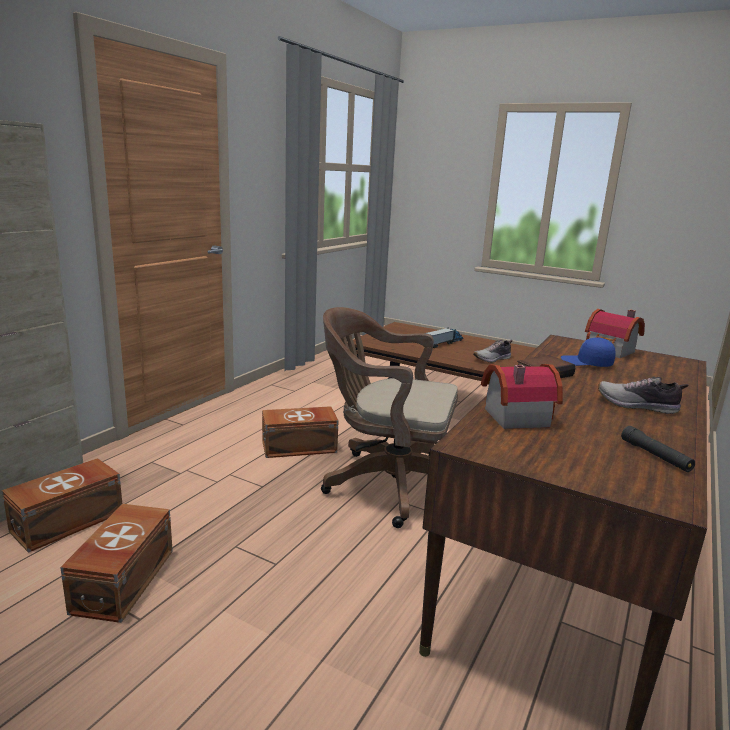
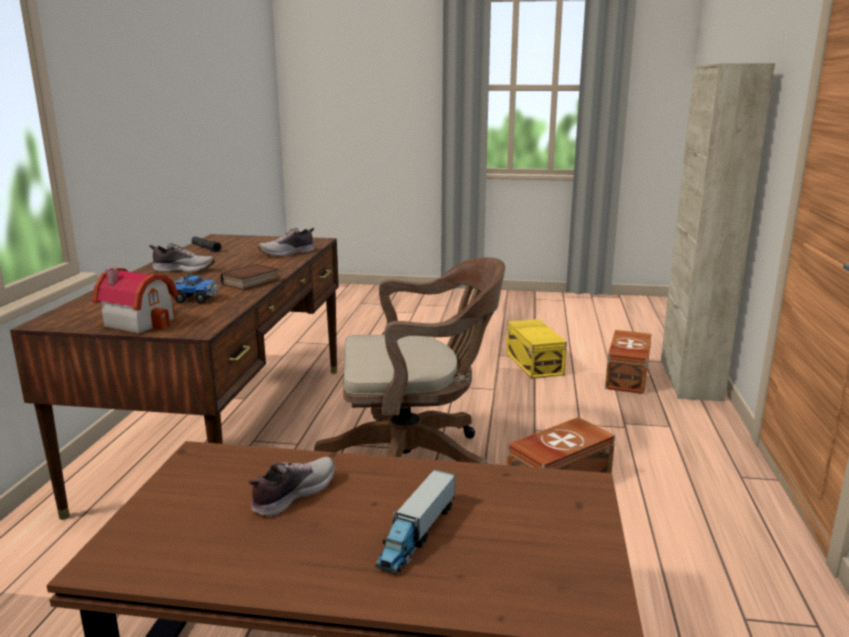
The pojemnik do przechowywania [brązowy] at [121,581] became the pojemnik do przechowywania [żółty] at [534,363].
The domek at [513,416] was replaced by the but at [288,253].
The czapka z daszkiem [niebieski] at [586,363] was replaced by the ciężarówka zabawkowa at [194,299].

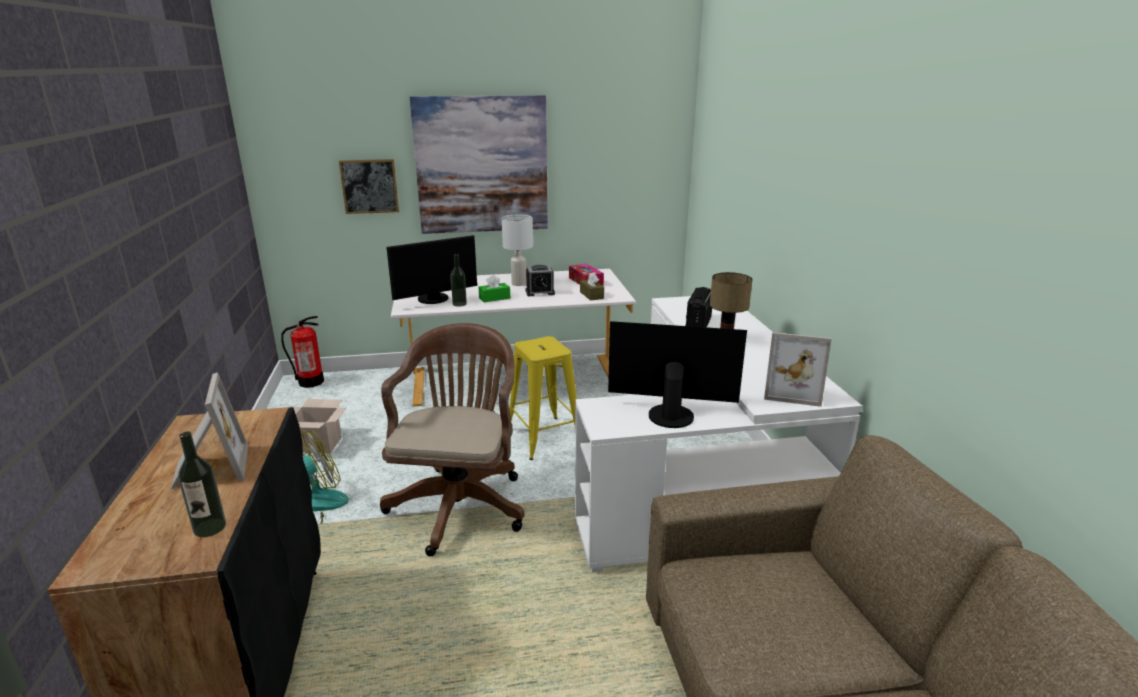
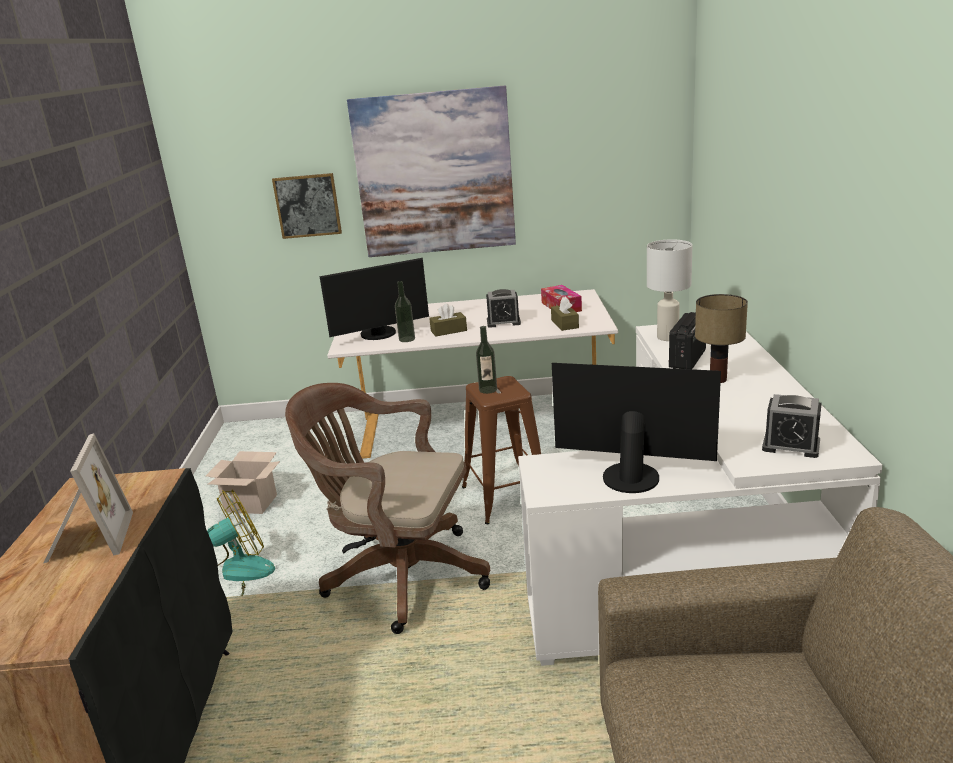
The butelka moved from [210,527] to [488,389].
The gaśnica at [310,382] disappeared.
The krzesło biurowe [brązowy] at [460,503] turned 90 degrees counterclockwise.
The pudełko chusteczek [zielony] at [494,298] became the pudełko chusteczek [brązowy] at [448,331].
The lampa stołowa [biały] moved from [519,284] to [668,337].
The stołek [żółty] at [544,437] became the stołek [brązowy] at [505,497].
The ramka na zdjęcie at [792,391] was replaced by the budzik at [791,446].

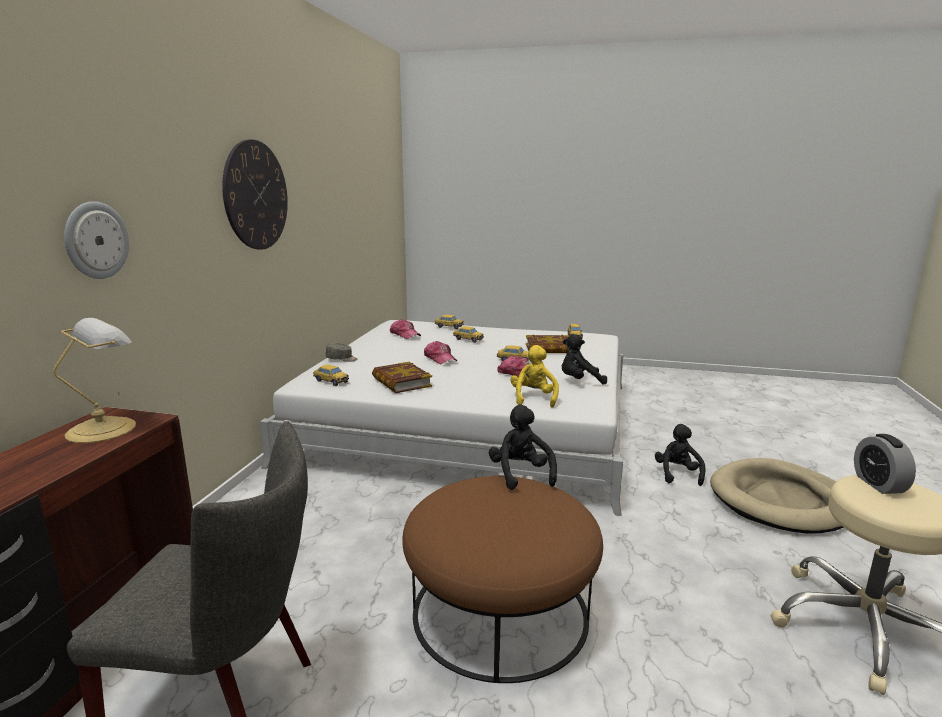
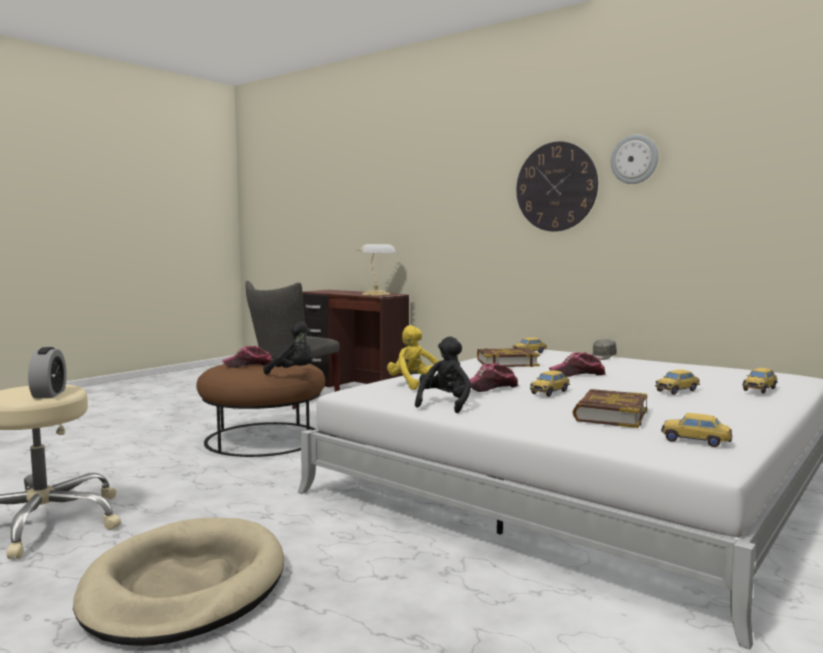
The zegar ścienny moved from [96,240] to [634,159].
The czapka z daszkiem moved from [405,335] to [248,365].
The pluszak [żółty] at [533,398] turned 150 degrees counterclockwise.
The pluszak [czarny] at [677,474] disappeared.
The budzik at [878,484] turned 60 degrees clockwise.

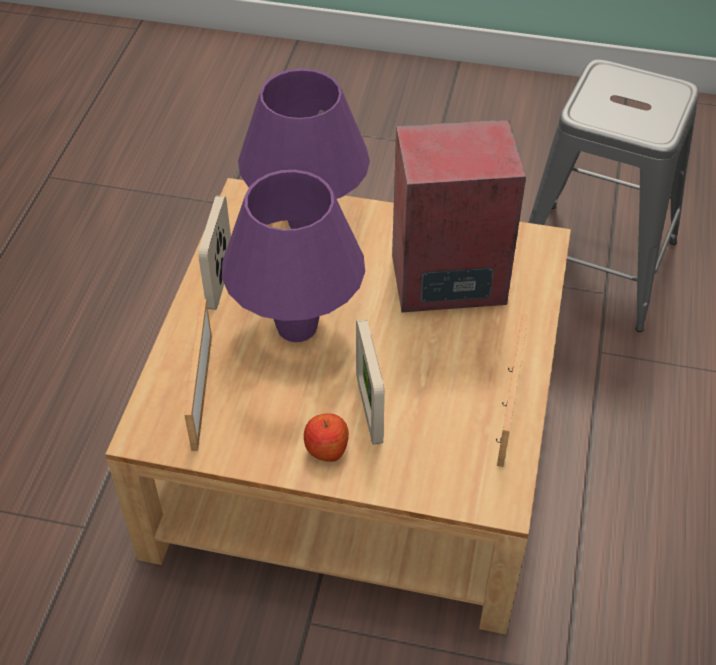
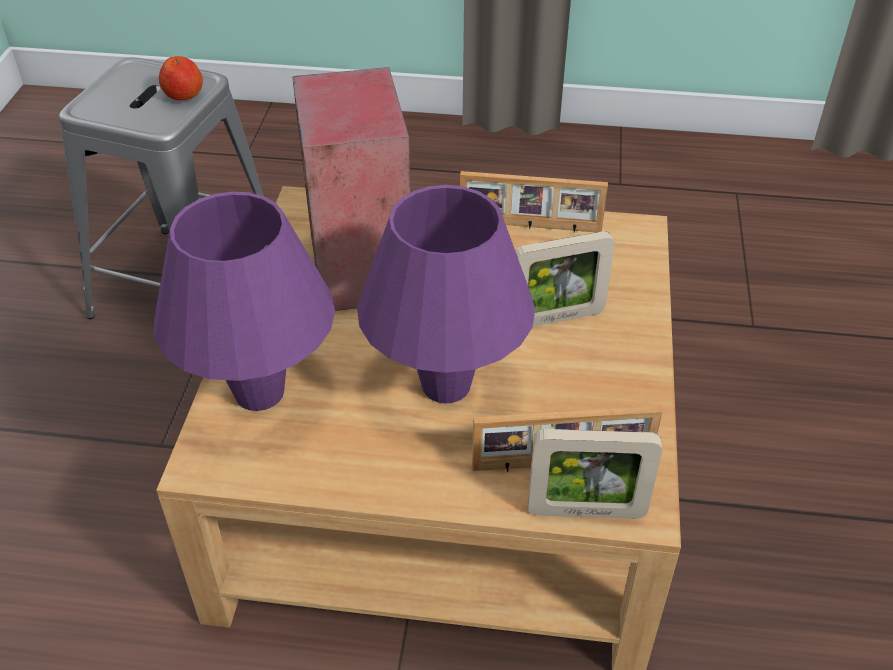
The ramka na zdjęcie moved from [220,282] to [586,511].
The jabłko moved from [326,448] to [183,95].

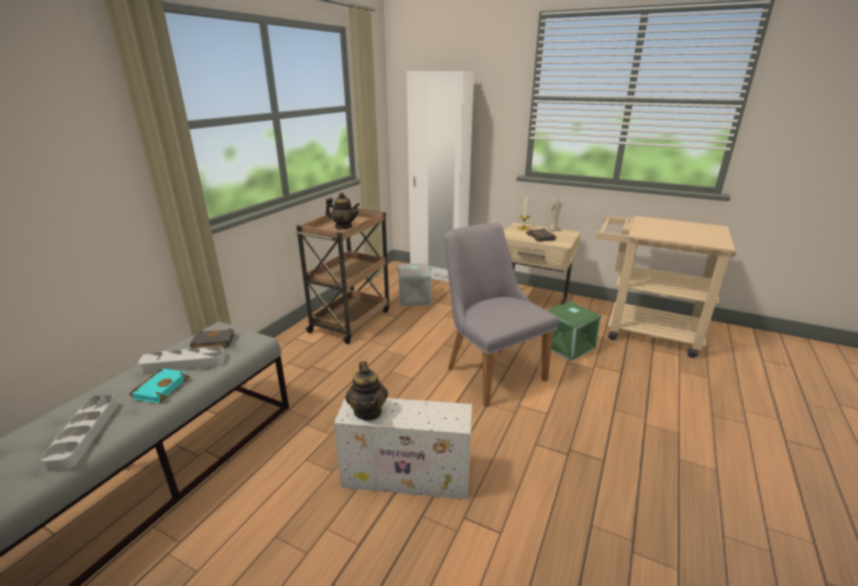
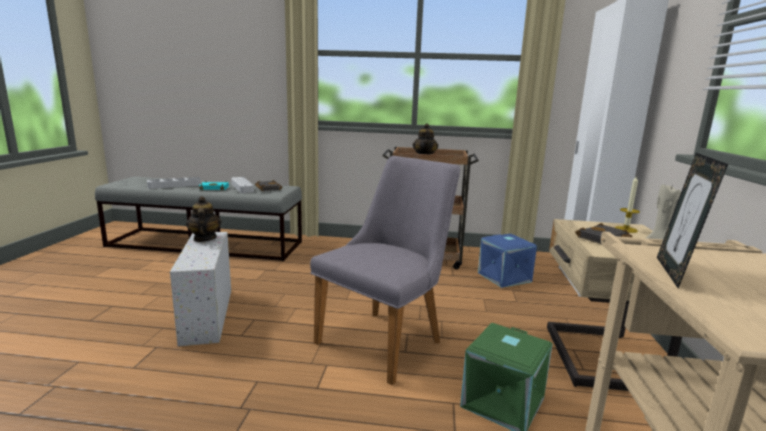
The imbryk at [368,411] turned 105 degrees clockwise.
The pojemnik do przechowywania [szary] at [414,298] became the pojemnik do przechowywania [niebieski] at [503,277].
The ramka na zdjęcie at [674,272] appeared.

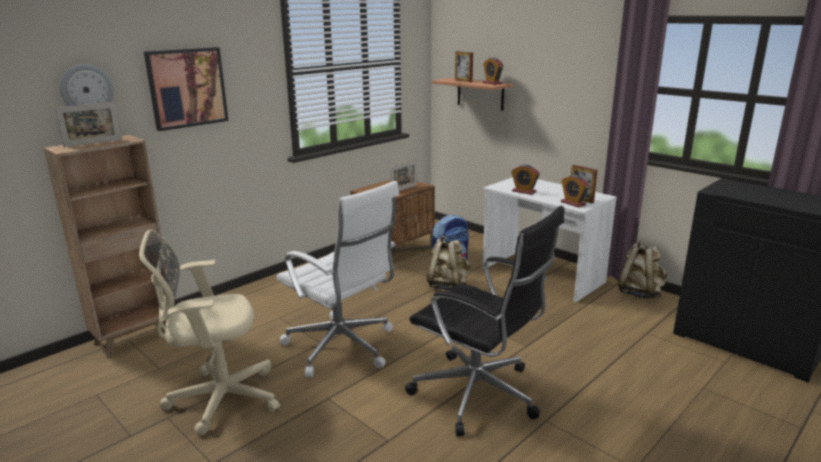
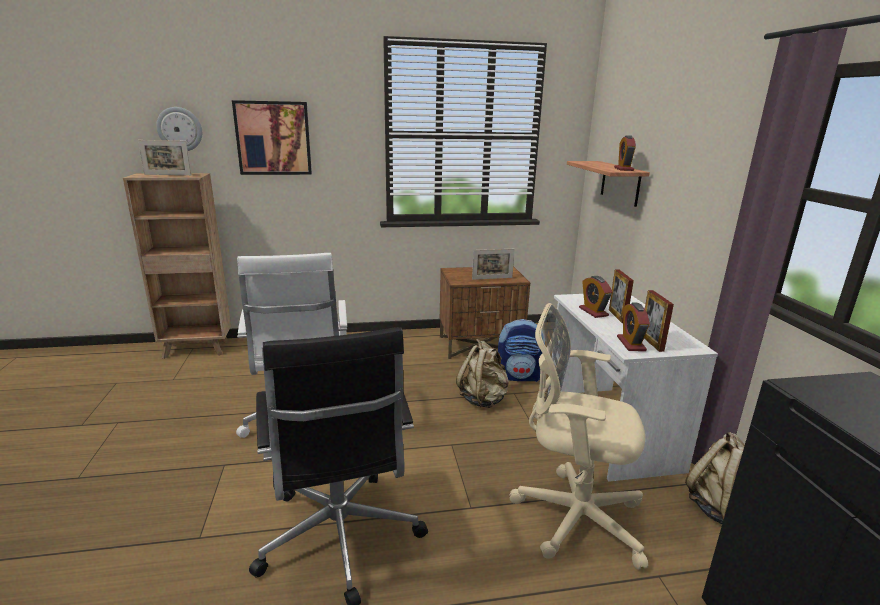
The krzesło biurowe [beżowy] moved from [218,399] to [572,516].
The ramka na zdjęcie moved from [463,81] to [617,316].

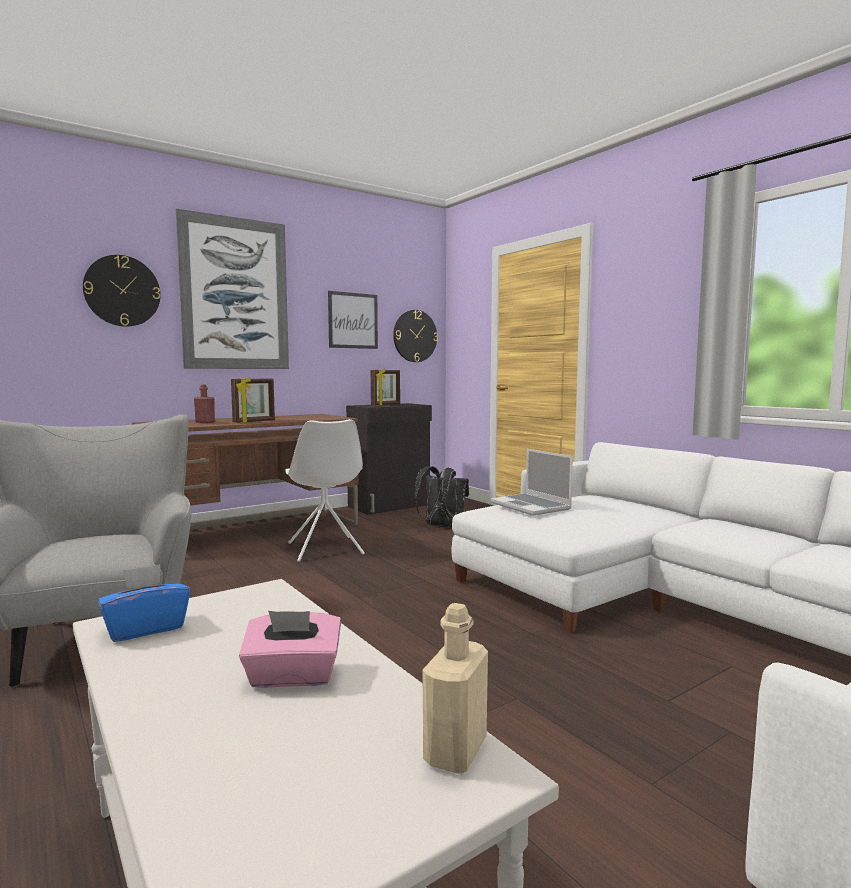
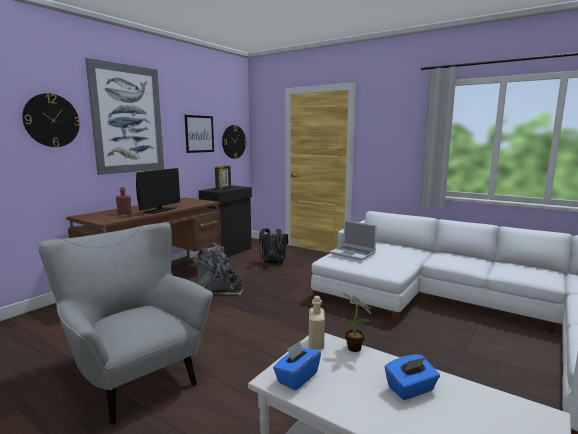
The ramka na zdjęcie at [254,422] was replaced by the monitor at [159,210].
The pudełko chusteczek [różowy] at [292,677] became the pudełko chusteczek [niebieski] at [411,389].
The krzesło [biały] at [325,549] was replaced by the plecak [szary] at [218,289].
The butelka [beżowy] moved from [455,751] to [316,343].
The roślina doniczkowa at [355,349] appeared.

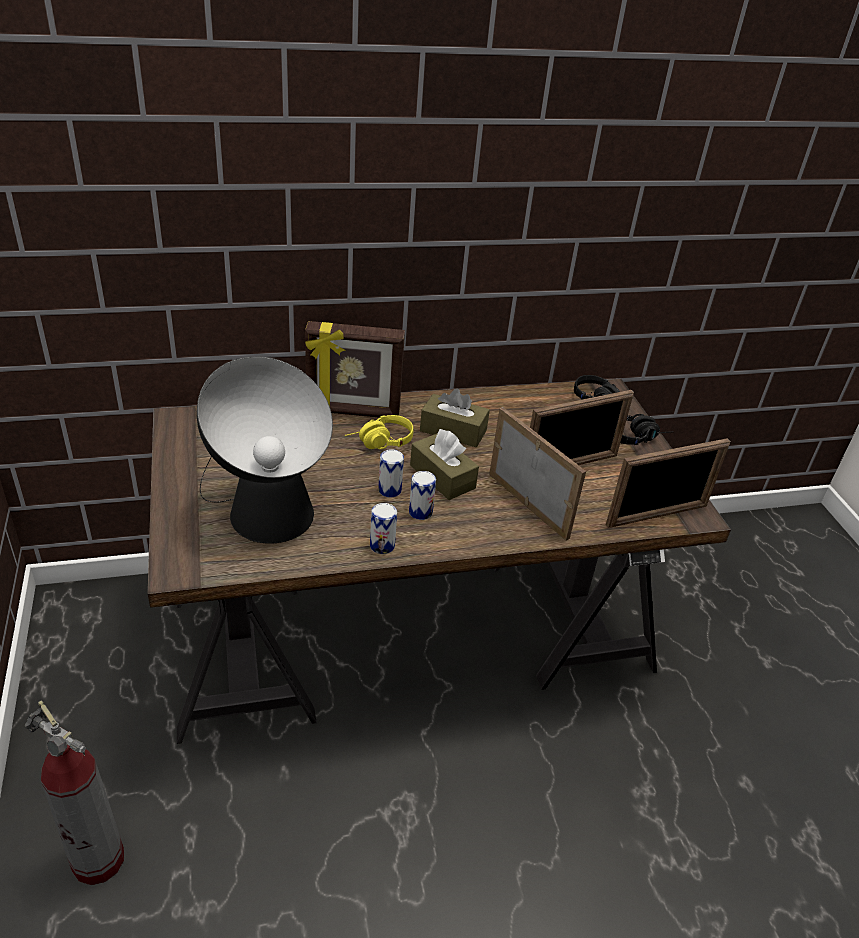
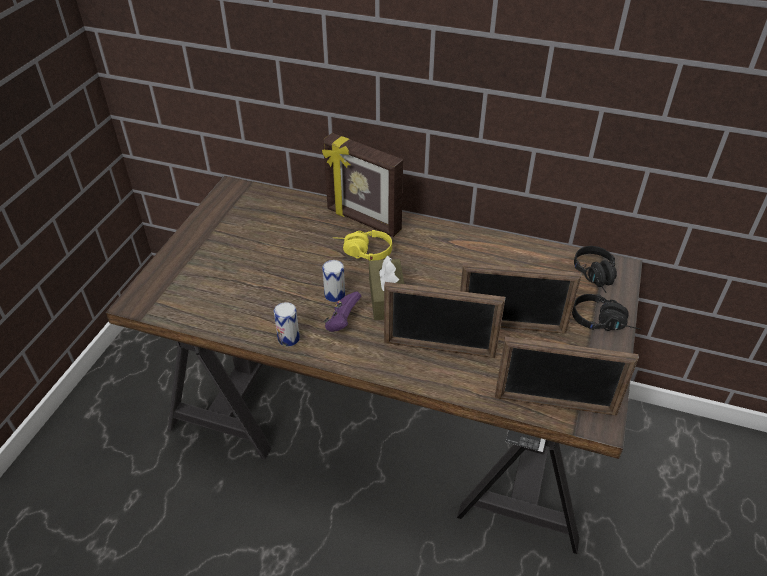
The gaśnica at [99,860] disappeared.
The lampa stołowa at [263,506] disappeared.
The puszka at [420,512] was replaced by the pad do gier [fioletowy] at [342,322].
The pudełko chusteczek [brązowy] at [453,431] disappeared.
The ramka na zdjęcie at [528,505] turned 105 degrees clockwise.

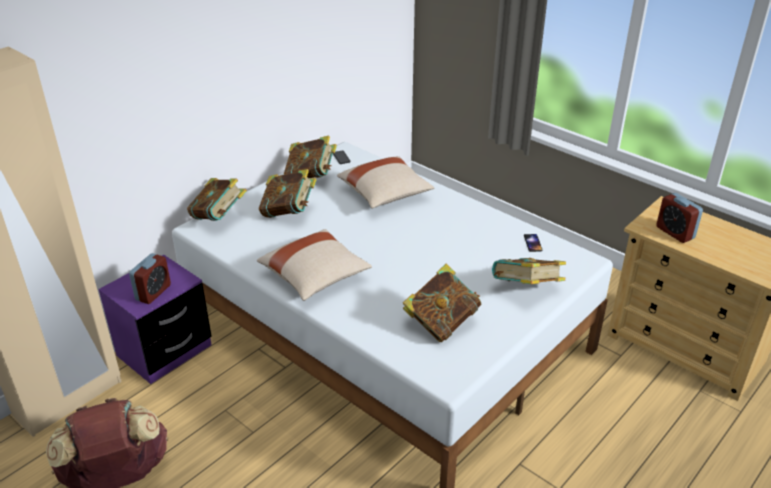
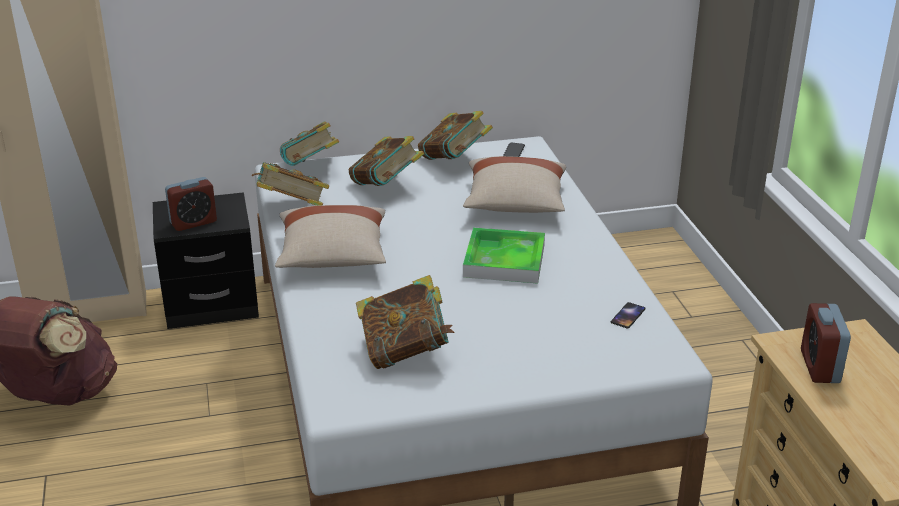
The szafka nocna [fioletowy] at [165,351] became the szafka nocna [czarny] at [211,305].
The książka moved from [525,290] to [292,209].
The taca at [504,261] appeared.

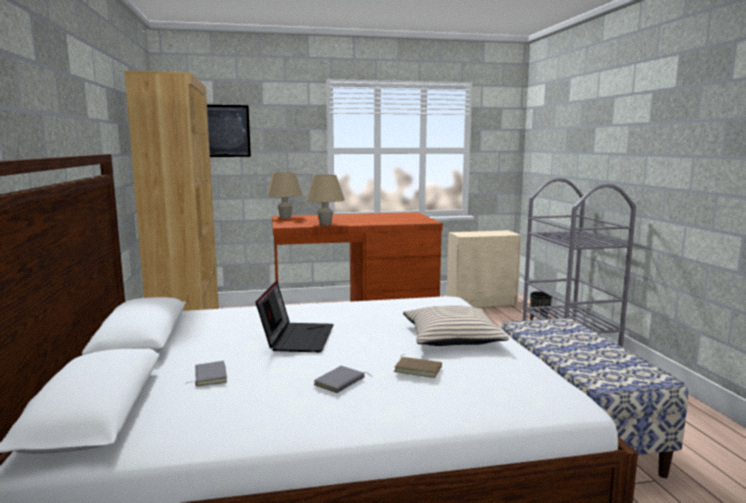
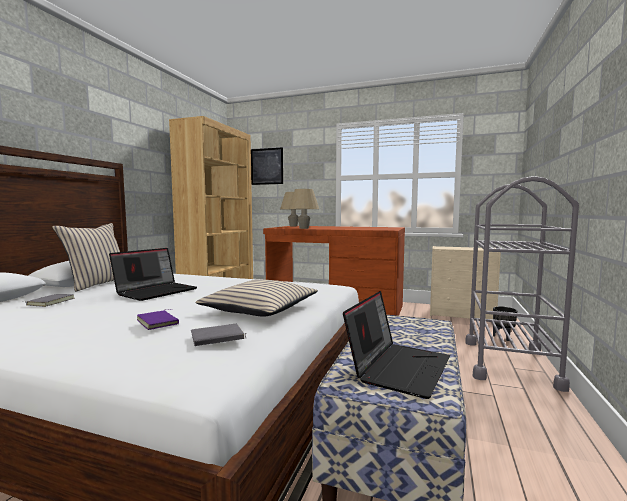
The książka [szary] moved from [340,382] to [217,338].
The książka [brązowy] at [418,369] became the książka [fioletowy] at [159,322].
The poduszka [beżowy] at [97,284] appeared.
The laptop at [398,367] appeared.

